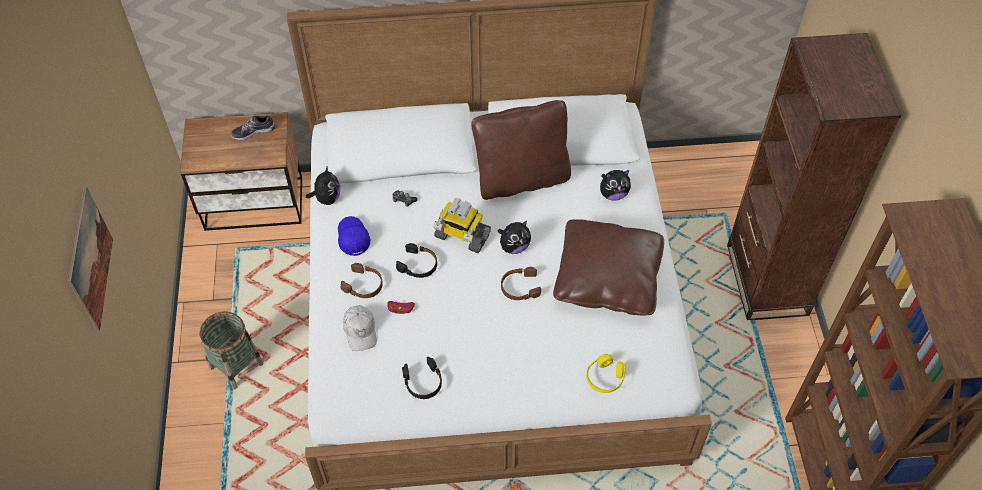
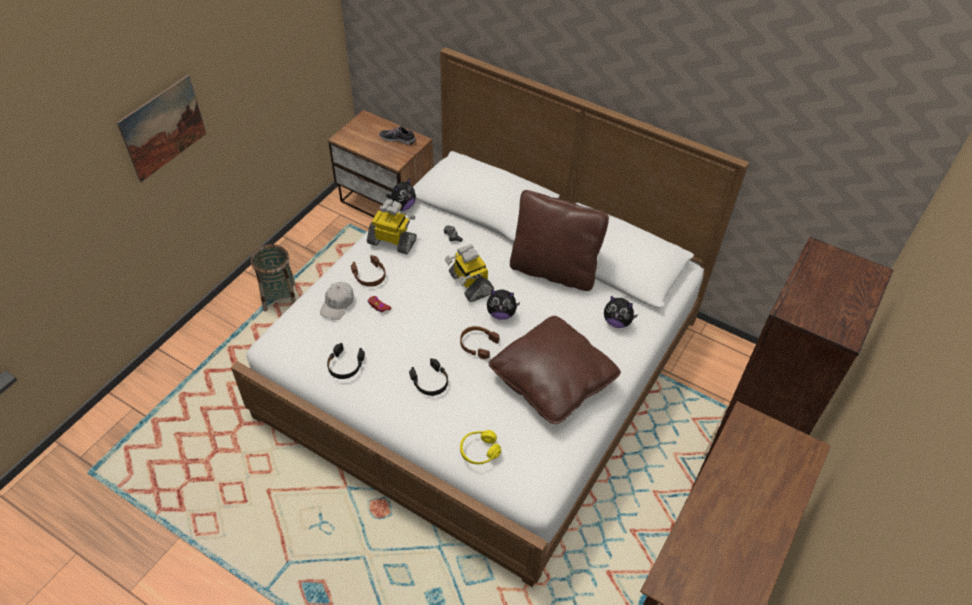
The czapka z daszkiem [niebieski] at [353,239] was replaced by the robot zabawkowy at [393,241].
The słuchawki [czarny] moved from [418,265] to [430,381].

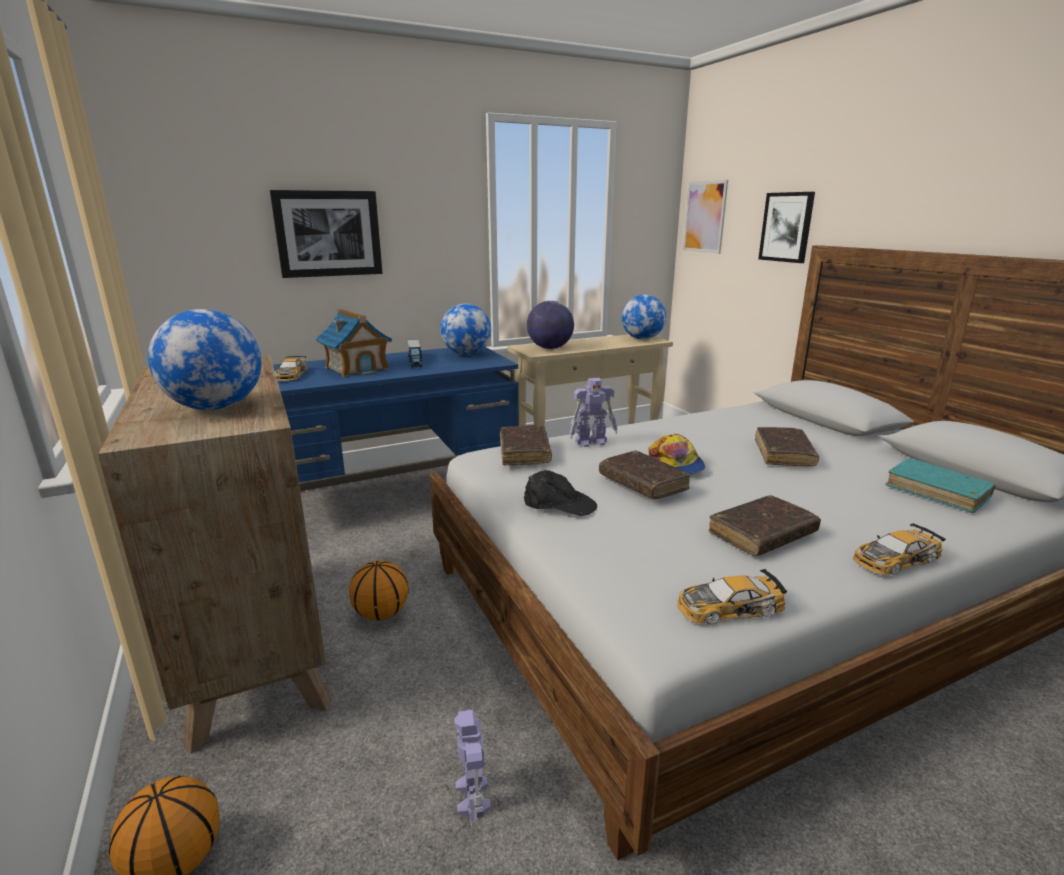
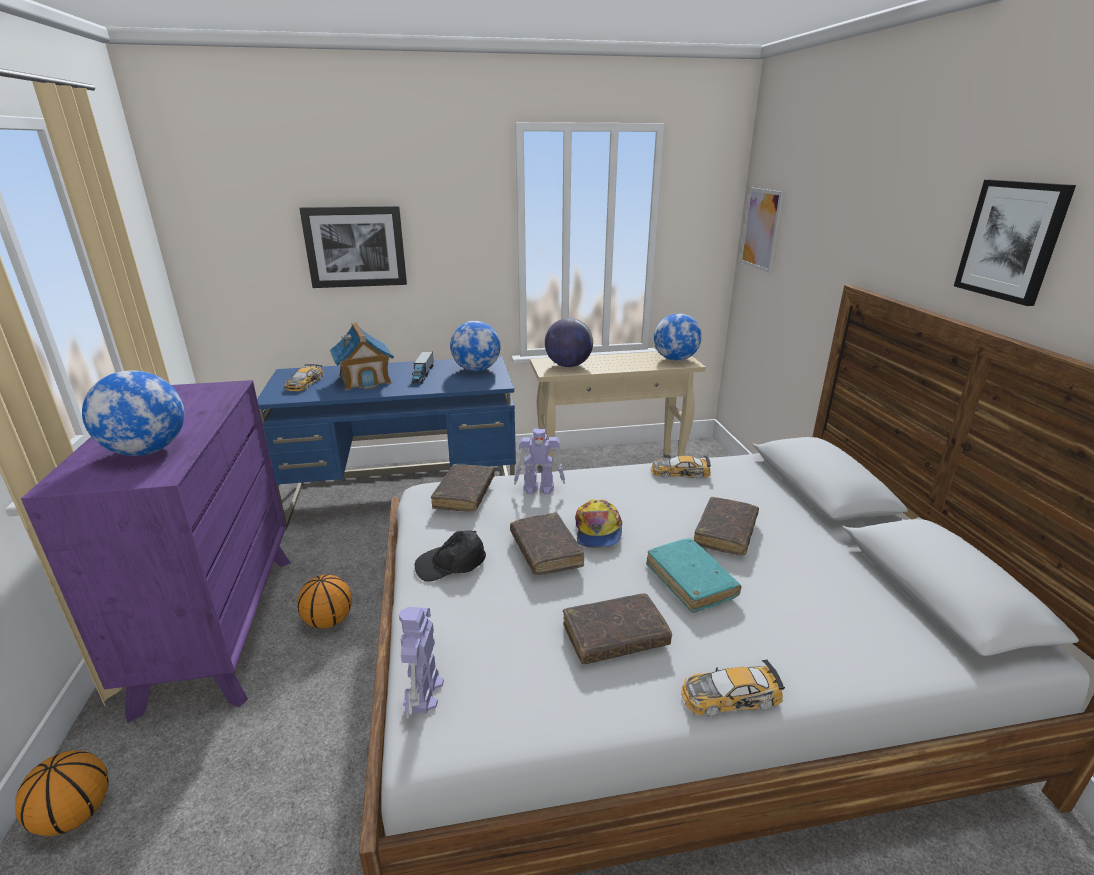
The komoda [brązowy] at [255,640] became the komoda [fioletowy] at [220,627].
The robot zabawkowy moved from [472,797] to [423,694].
The czapka z daszkiem [czarny] at [559,504] turned 120 degrees clockwise.
The samochodzik moved from [728,607] to [680,472].
The obraz moved from [786,227] to [1011,240].
The książka [turkusowy] moved from [936,492] to [690,581].

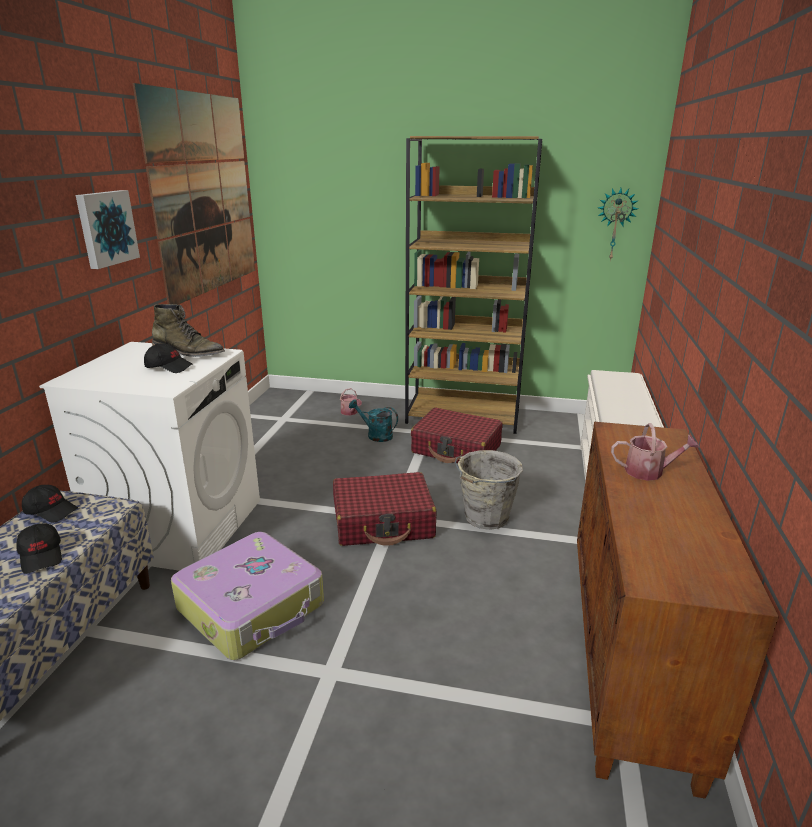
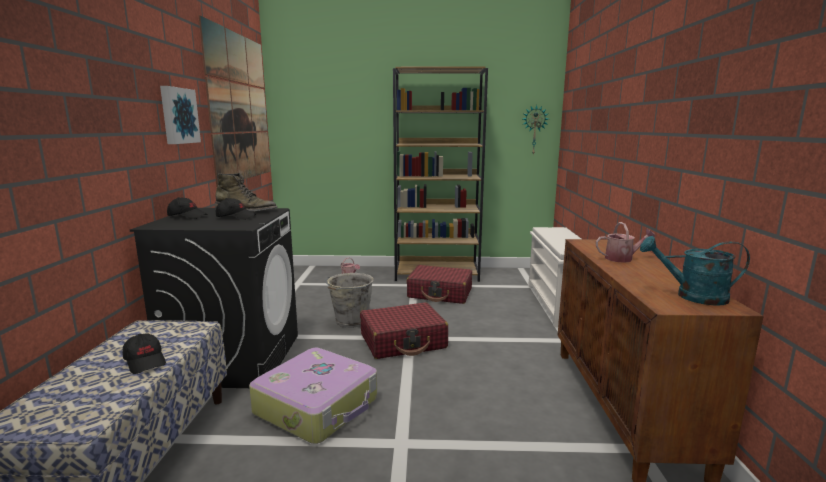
The czapka z daszkiem [czarny] moved from [51,511] to [187,216].
The pralka [biały] at [180,526] became the pralka [czarny] at [235,358].
The konewka [turkusowy] moved from [375,435] to [692,296].
The wiadro [szary] moved from [485,518] to [350,321].

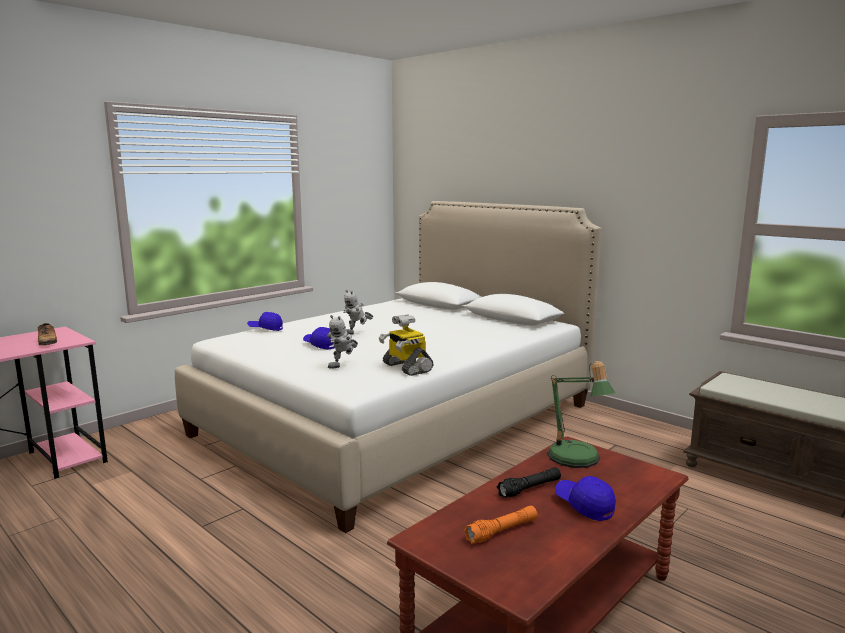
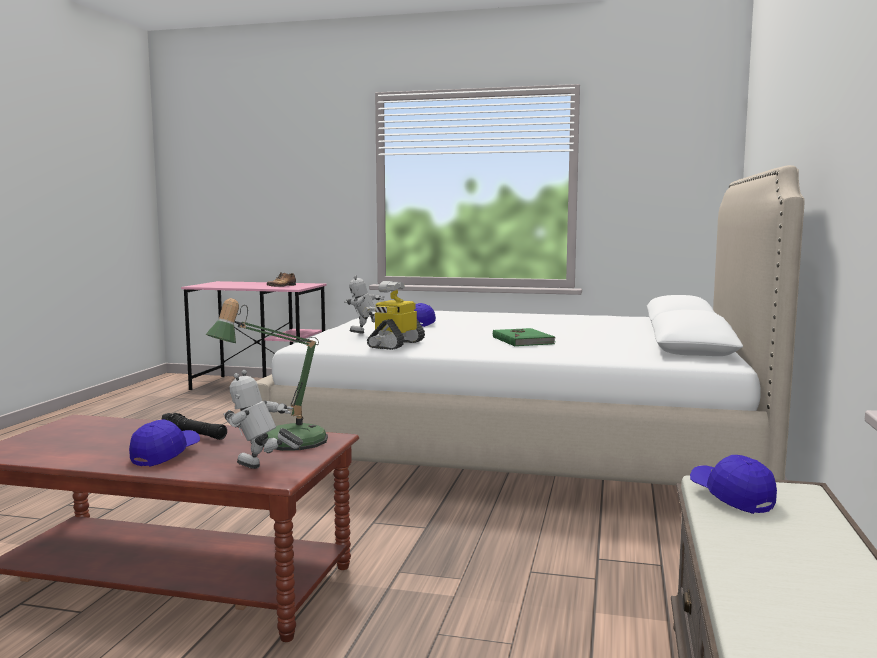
The czapka z daszkiem [niebieski] moved from [265,329] to [731,497].
The robot zabawkowy moved from [357,333] to [261,470].
The latarka [pomarańczowy] at [502,531] disappeared.
The książka [zielony] at [523,340] appeared.

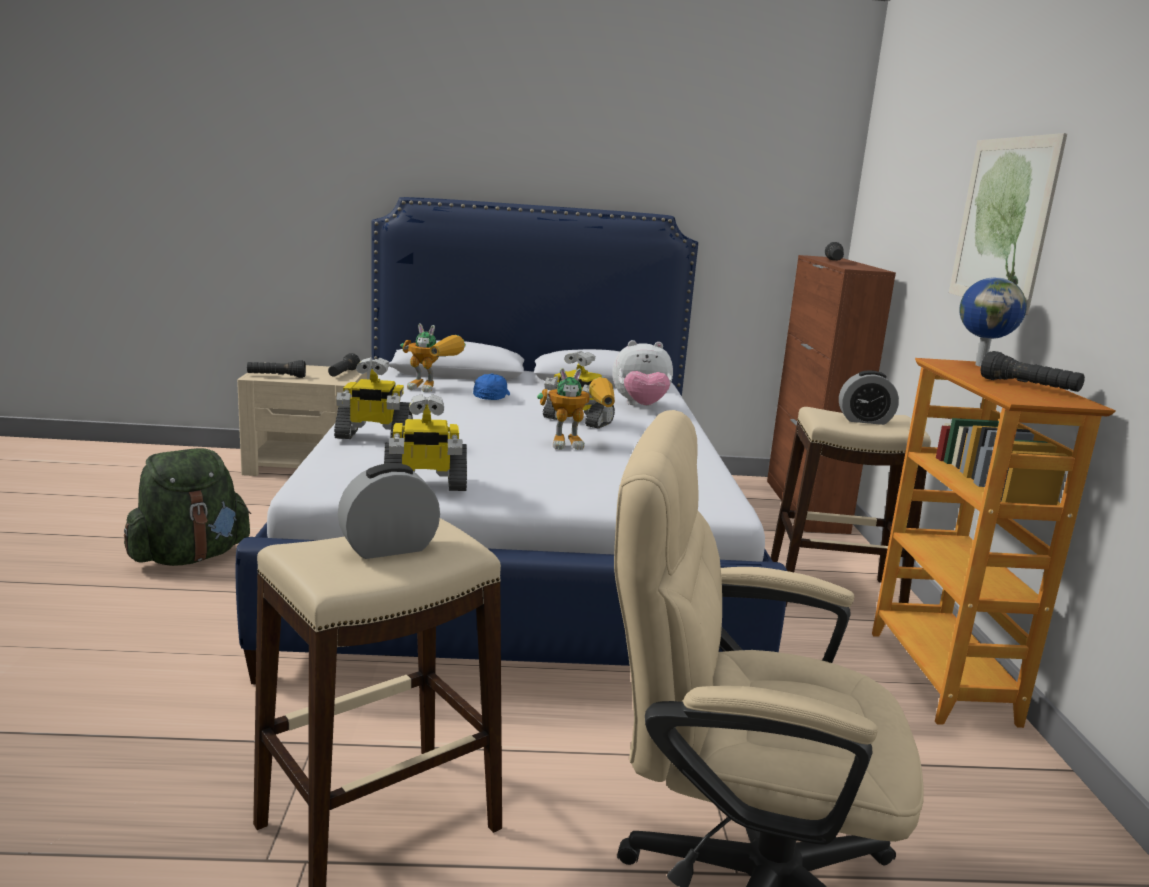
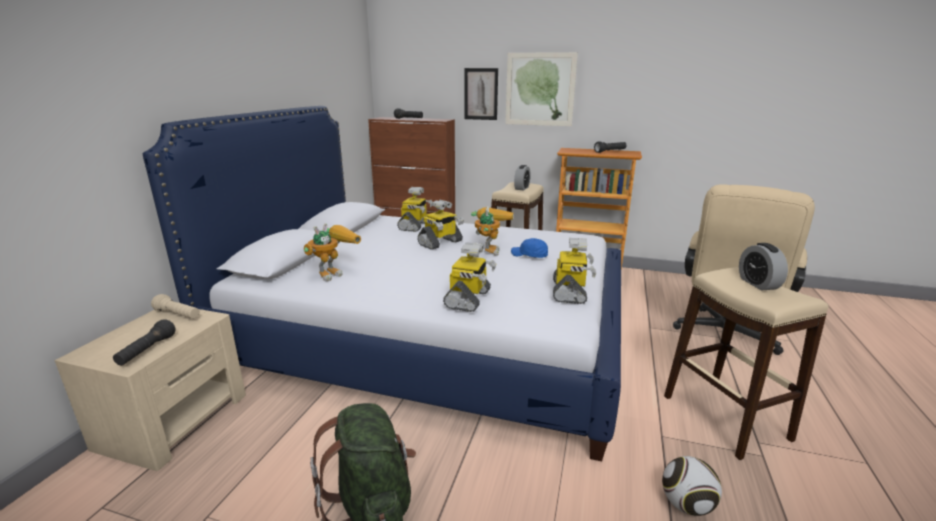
The latarka [czarny] at [343,374] became the latarka [beżowy] at [178,315].
The czapka z daszkiem [niebieski] moved from [491,397] to [529,255].
The pluszak at [641,406] was replaced by the robot zabawkowy at [415,226].
The globus at [980,365] disappeared.
The obraz at [481,94] appeared.
The piłka futbolowa at [686,505] appeared.

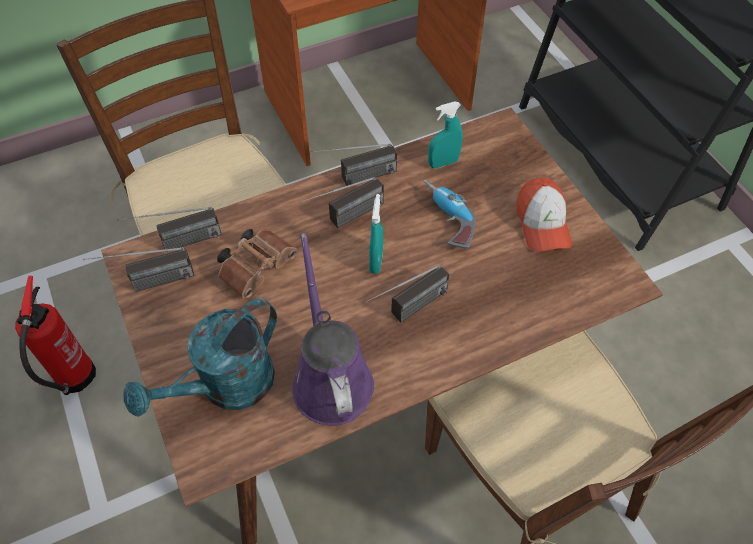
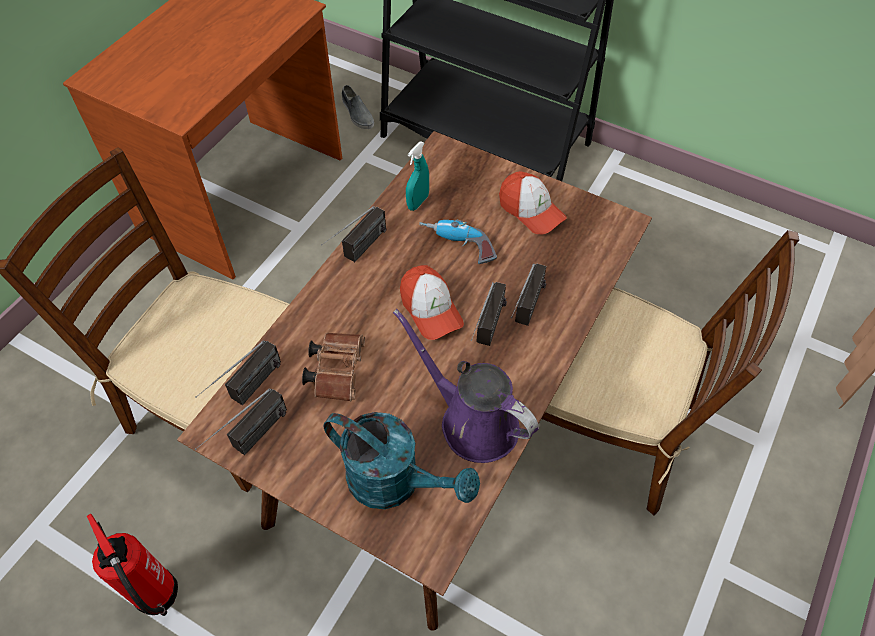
The konewka [turkusowy] at [226,387] turned 75 degrees counterclockwise.
The radio moved from [345,219] to [526,314].
The spryskiwacz [turkusowy] at [376,261] was replaced by the czapka z daszkiem at [430,309].
The but [szary] at [357,114] appeared.

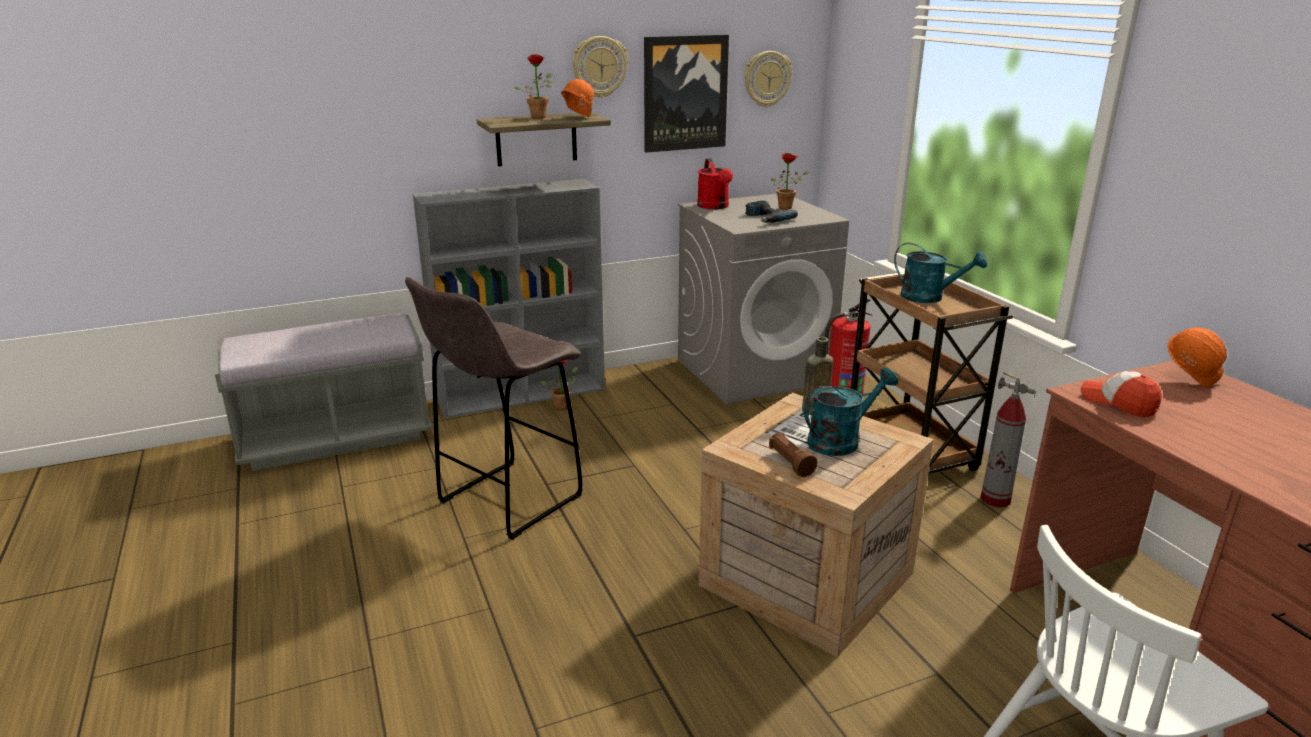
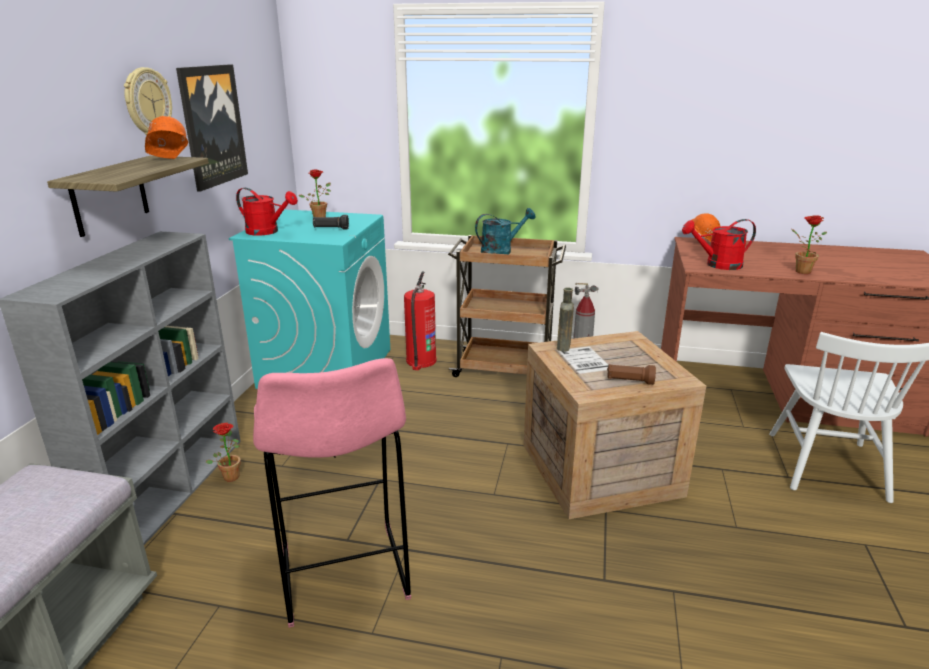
The stołek [szary] at [507,501] became the stołek [różowy] at [344,576].
The roślina doniczkowa moved from [539,117] to [799,271].
The pralka [szary] at [754,371] became the pralka [turkusowy] at [326,368].
The zegar ścienny at [767,79] disappeared.
The wiertarka at [766,218] was replaced by the latarka [czarny] at [331,229].
The konewka [turkusowy] at [841,440] disappeared.
The czapka z daszkiem at [1118,403] was replaced by the konewka [czerwony] at [717,265].

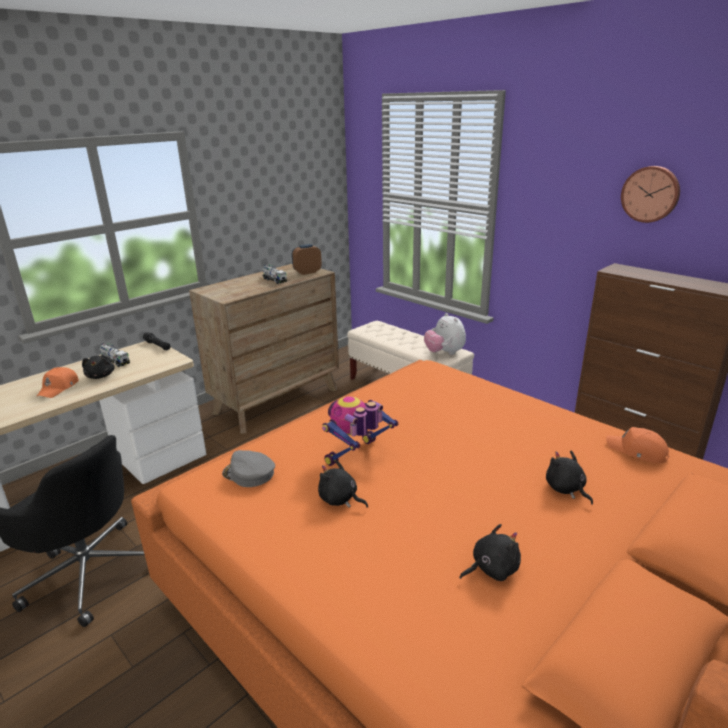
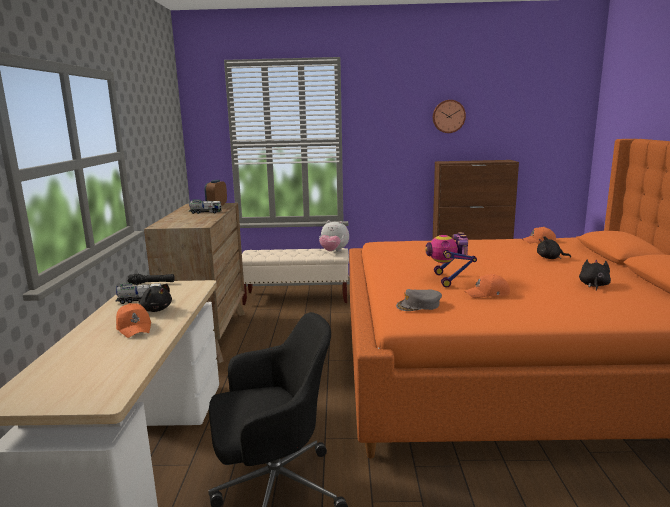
The pluszak [czarny] at [340,499] was replaced by the czapka z daszkiem [pomarańczowy] at [488,294].

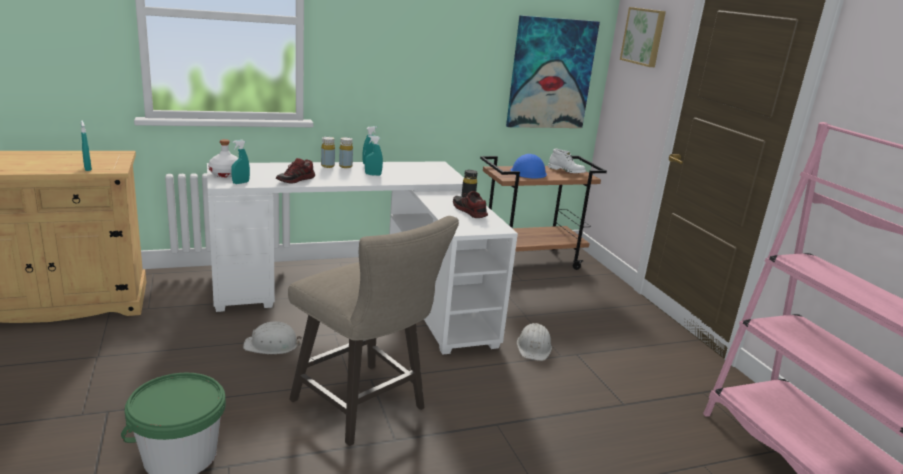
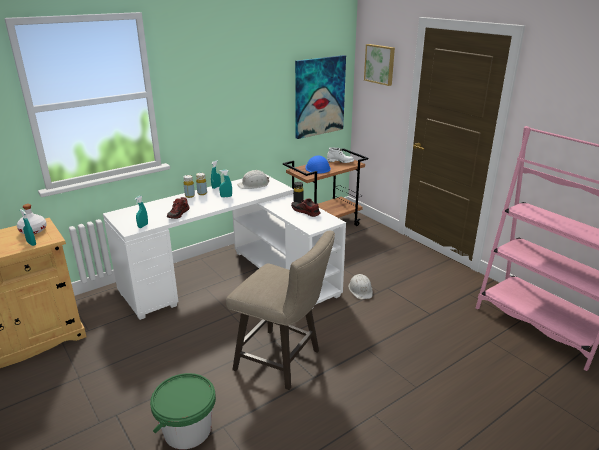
The butelka [biały] moved from [226,174] to [33,230].
The kask [biały] moved from [272,345] to [253,184].

